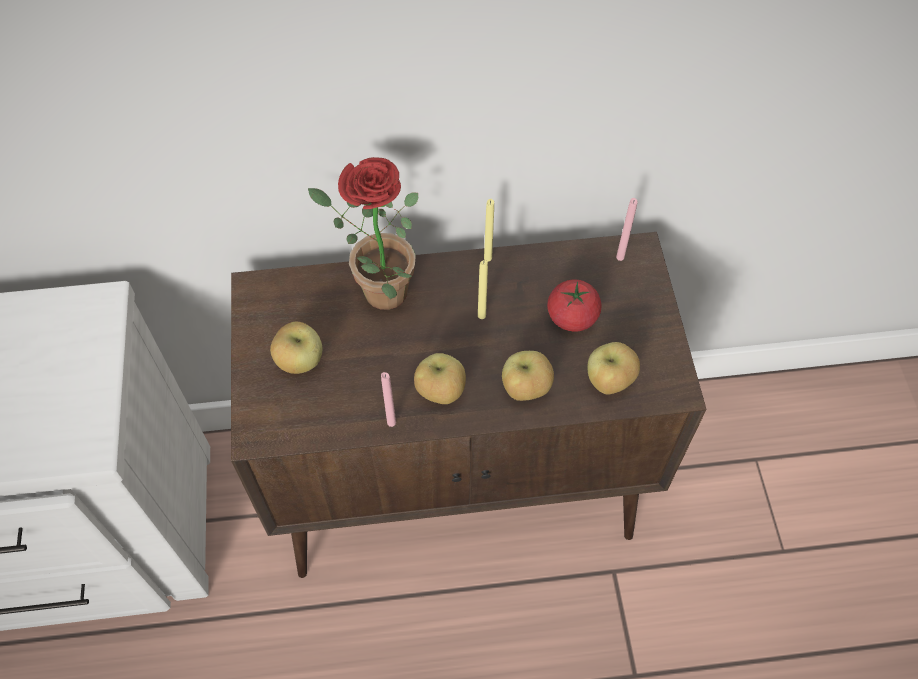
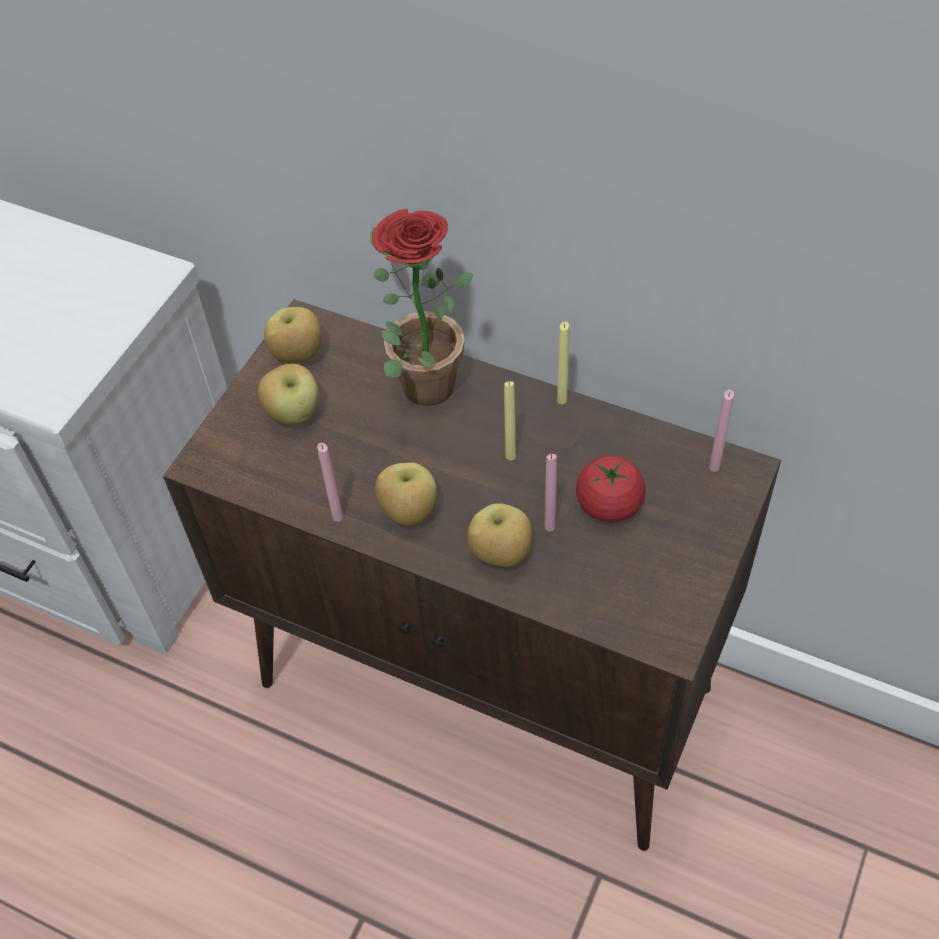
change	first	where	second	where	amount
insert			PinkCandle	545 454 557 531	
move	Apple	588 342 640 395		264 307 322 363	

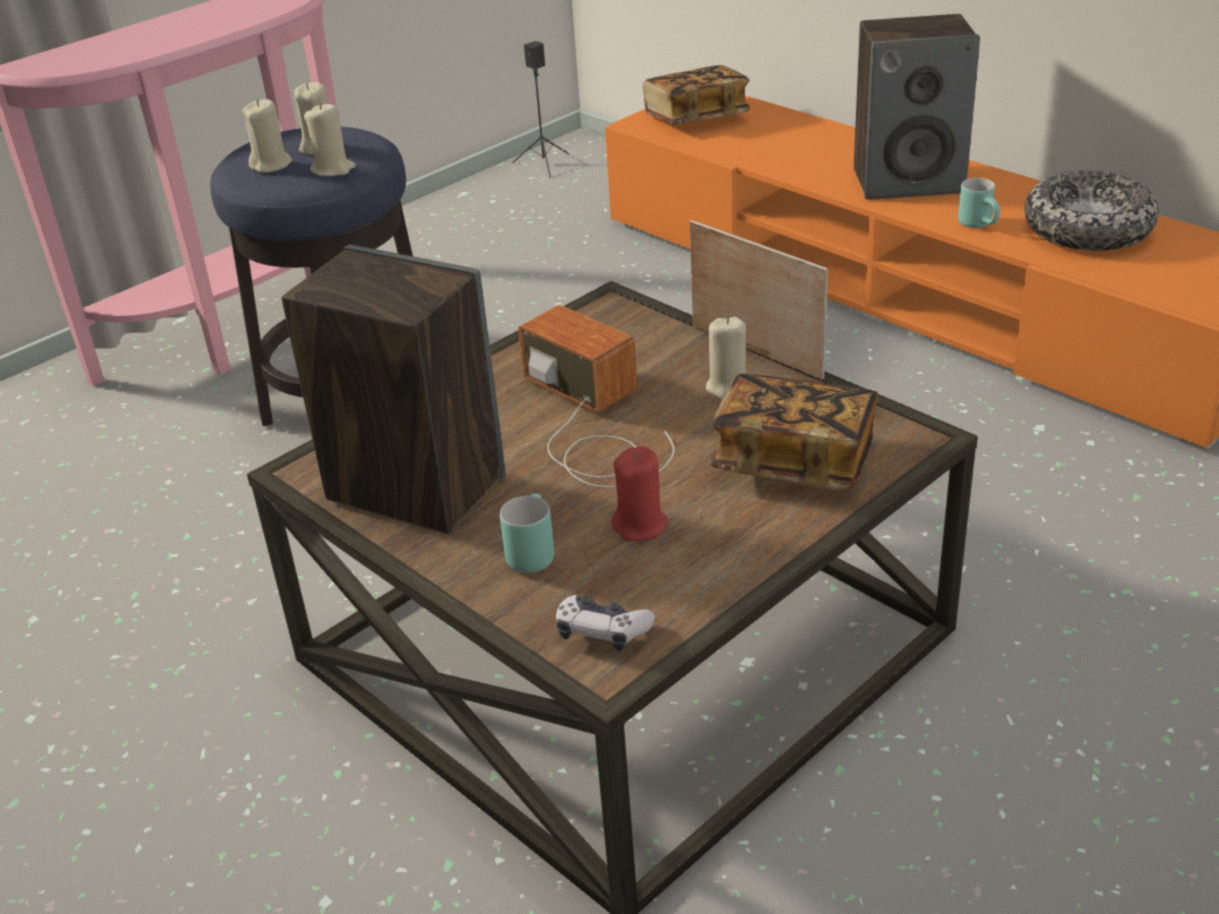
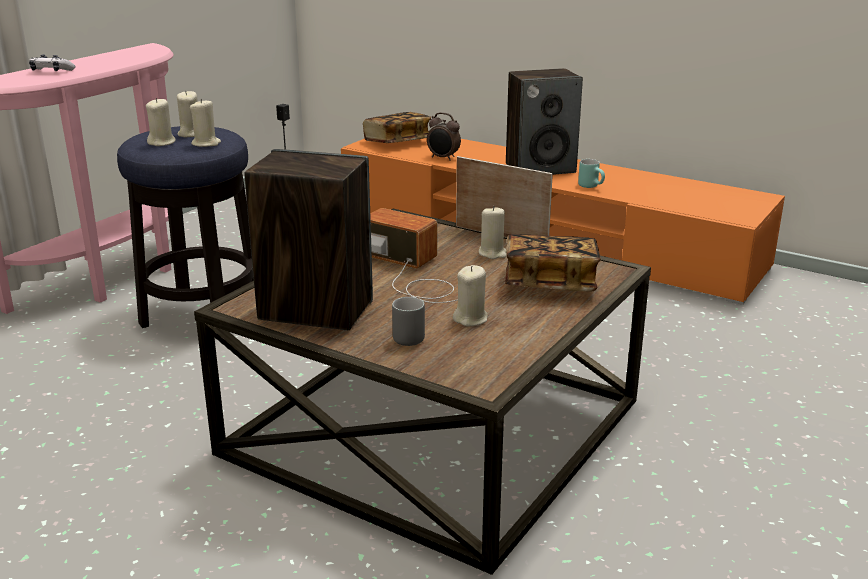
change	first	where	second	where	amount
delete	Bowl	1025 171 1159 251			
insert			AlarmClock	427 112 461 161	
move	GameController	556 595 655 651		29 54 76 71	
recolor	TurquoiseMug	500 493 554 573	GreyMug	392 297 425 346	
recolor	RedCandle	611 446 668 541	BeigeCandle	453 265 488 326	

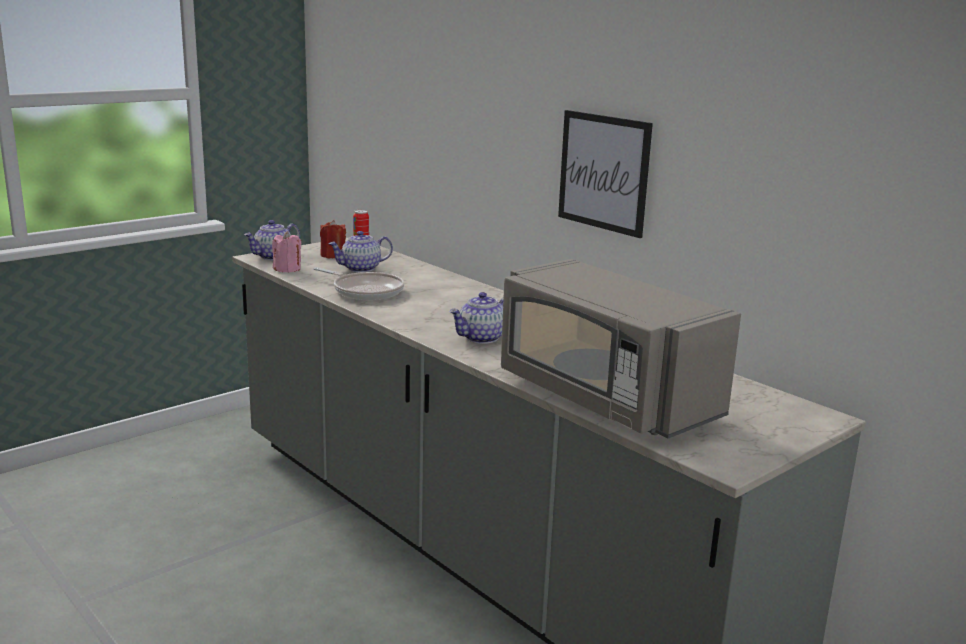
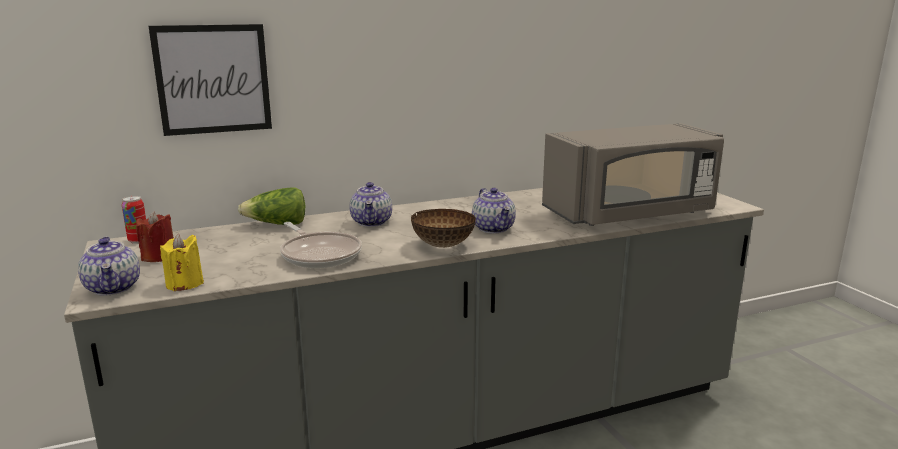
change	first	where	second	where	amount
insert			Lettuce	238 187 305 225	
insert			Bowl	411 209 476 248	
move	Teapot	328 231 393 272		350 182 392 227	
move	Picture	558 110 653 238		149 24 272 136	
recolor	PinkCandle	272 231 301 273	YellowCandle	160 234 204 291	
rotate	FryingPan	313 267 404 300		280 222 362 268	90 degrees clockwise

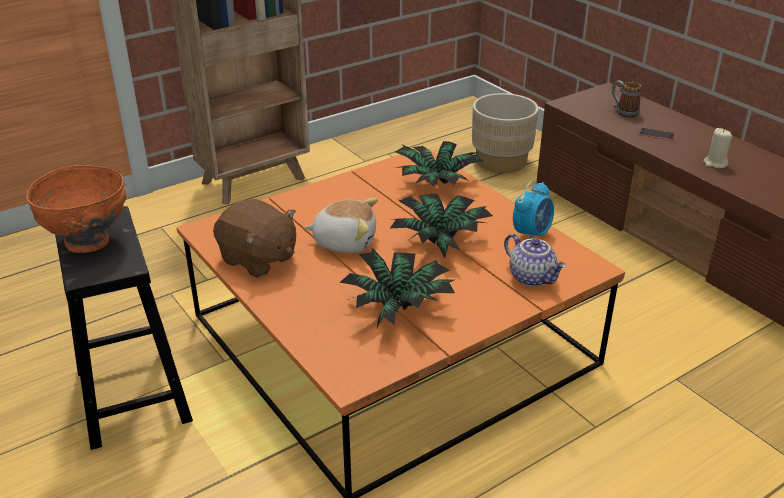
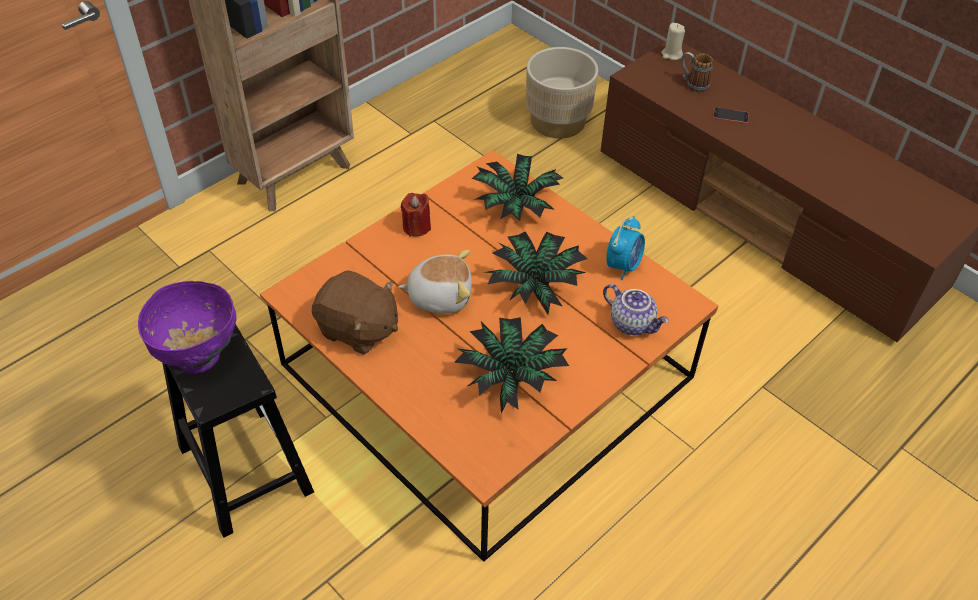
change	first	where	second	where	amount
insert			RedCandle	401 193 431 237	
move	BeigeCandle	704 128 732 168		661 23 685 60	
recolor	OrangeBowl	26 165 126 253	PurpleBowl	138 281 237 374	

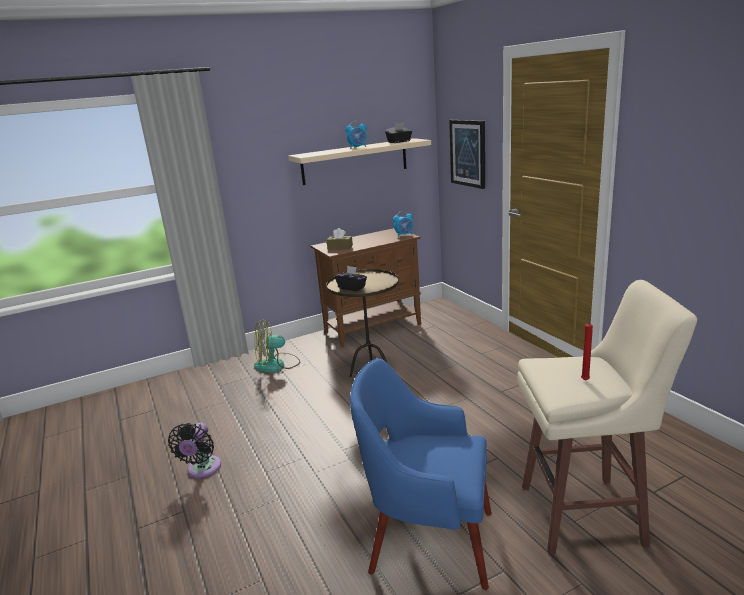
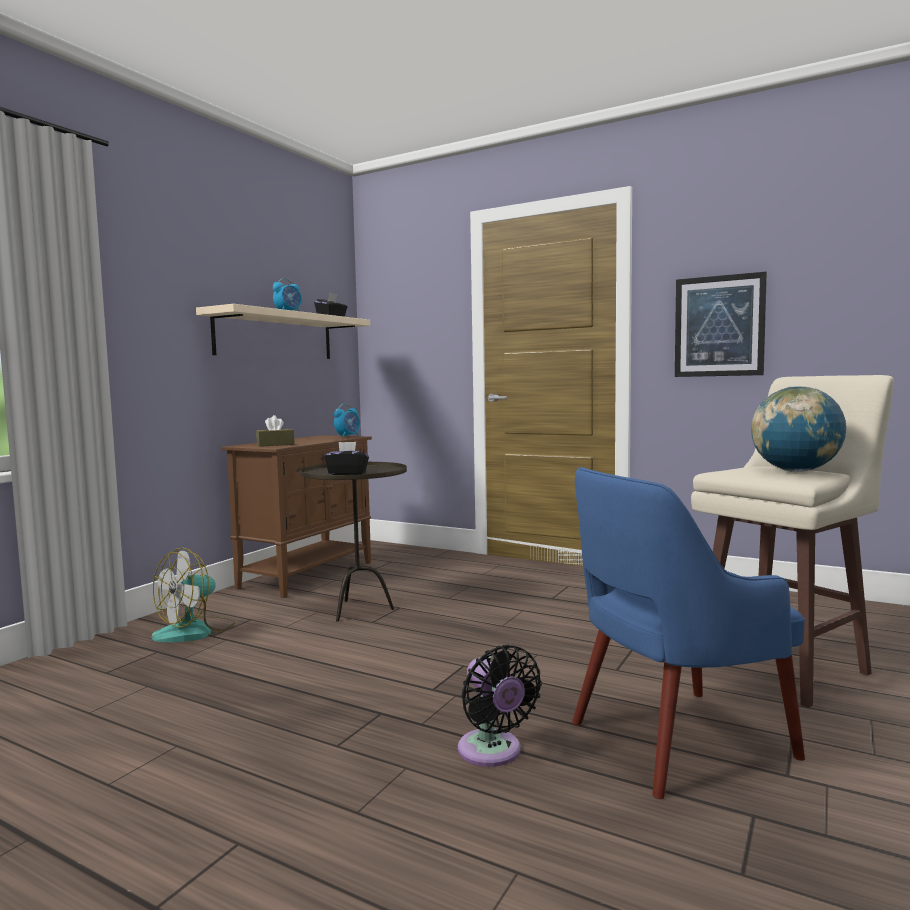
change	first	where	second	where	amount
move	BlackFan	168 422 221 478		458 645 542 767	
move	Picture	449 120 485 189		675 272 767 377	
replace	RedCandle	581 321 593 381	Globe	751 386 846 472	

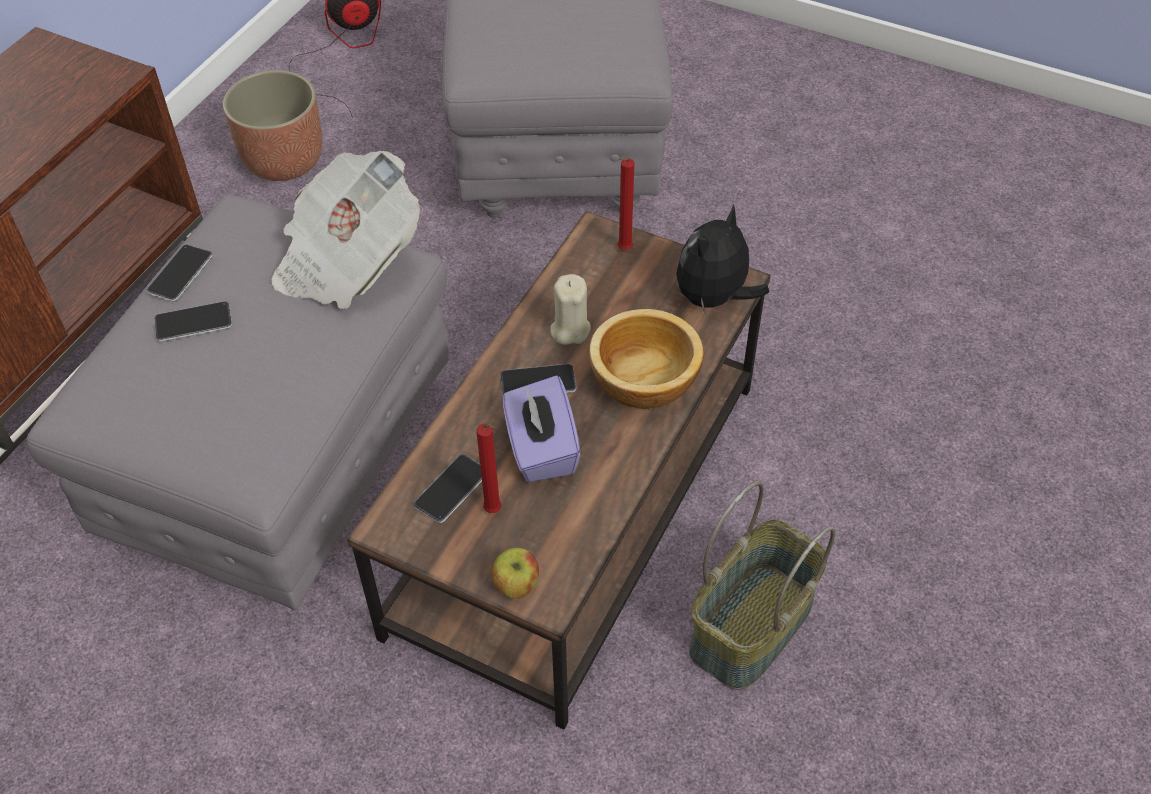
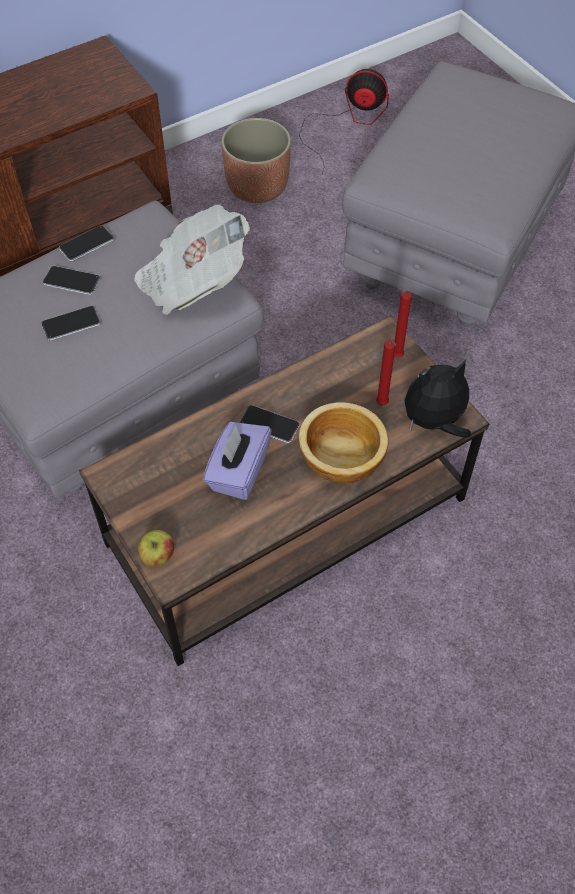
change	first	where	second	where	amount
delete	BeigeCandle	550 274 591 345			
delete	Basket	689 481 835 690			
move	Phone	413 454 482 523		41 306 101 341	
move	RedCandle	476 424 502 513		376 340 396 405	

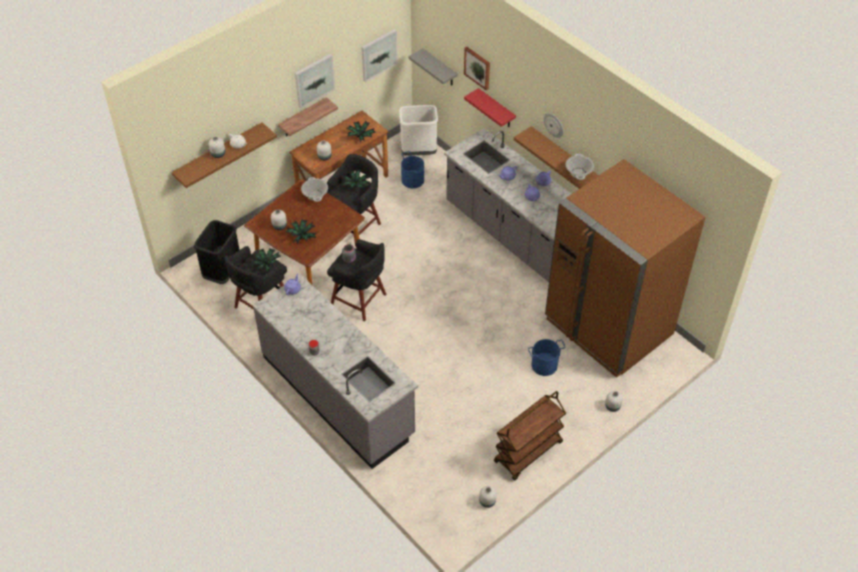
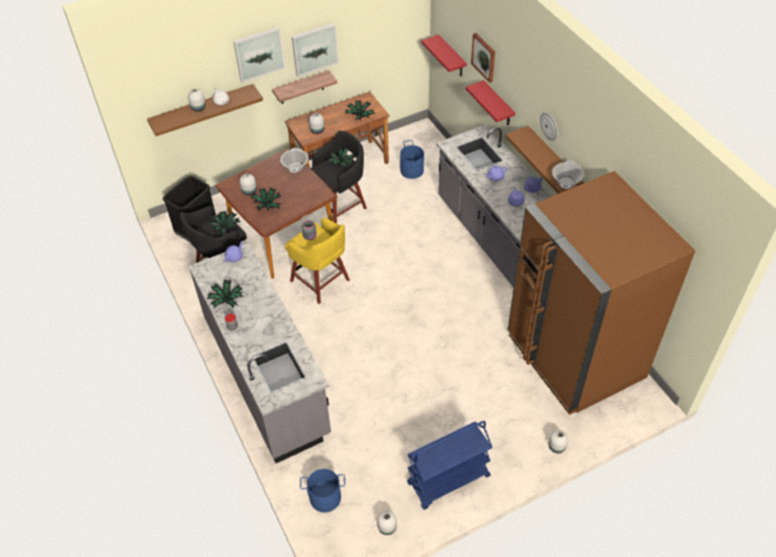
change	first	where	second	where	amount
delete	WhiteTrashCan	399 105 438 156			
insert			PottedPlant	207 280 244 309	
move	Picture	361 29 398 82		233 27 285 82	
move	BlueBucket	528 339 566 376		300 469 345 512	
recolor	BlackStool	327 239 386 322	YellowStool	285 217 350 304	
recolor	GreyShelf	408 48 458 85	RedShelf	422 35 467 77	
recolor	BrownCart	494 391 566 481	BlueCart	407 421 492 510	

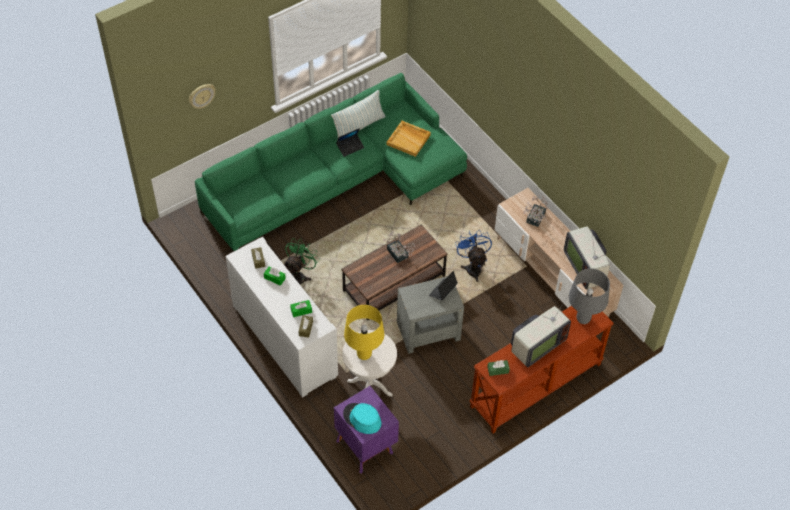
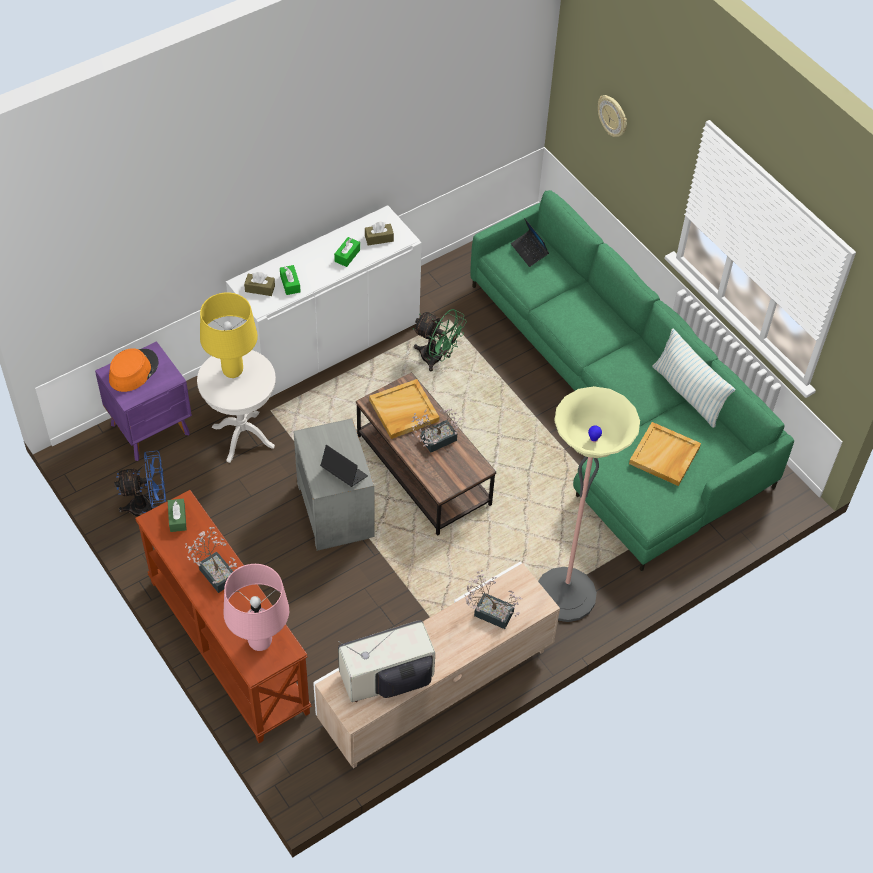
change	first	where	second	where	amount
insert			BeigeTray	369 379 440 439	
insert			FloorLamp	538 386 640 622	
move	Laptop	336 128 364 157		511 218 549 267	
move	BlueFan	456 231 492 282		114 451 166 517	
replace	Television	511 296 571 367	PottedPlant	184 527 239 593	
recolor	TurquoiseHat	343 403 381 434	OrangeHat	109 348 158 392	
recolor	GreyTableLamp	569 268 610 324	PinkTableLamp	224 564 289 651	

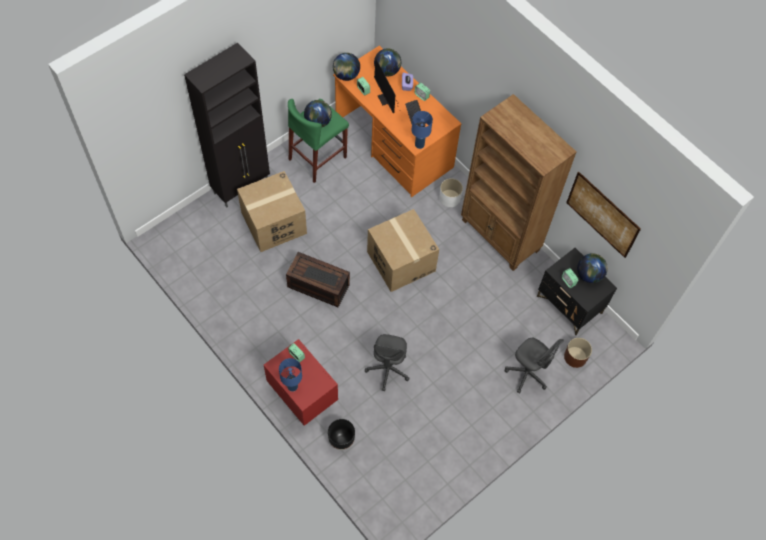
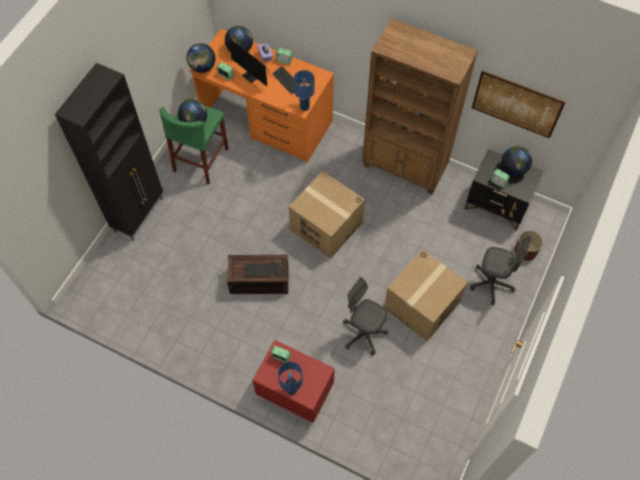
change	first	where	second	where	amount
delete	BlackPlanter	328 419 355 450			
delete	WhitePlanter	439 178 463 207			
move	CardboardBox	237 171 307 252		384 249 468 341	
rotate	GreyOfficeChair	365 334 410 391		343 277 389 355	135 degrees clockwise

